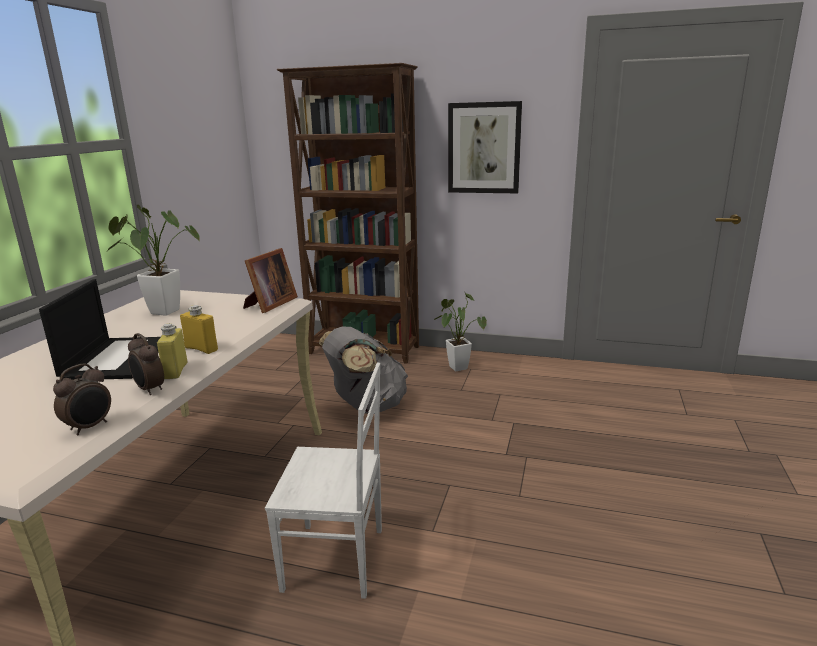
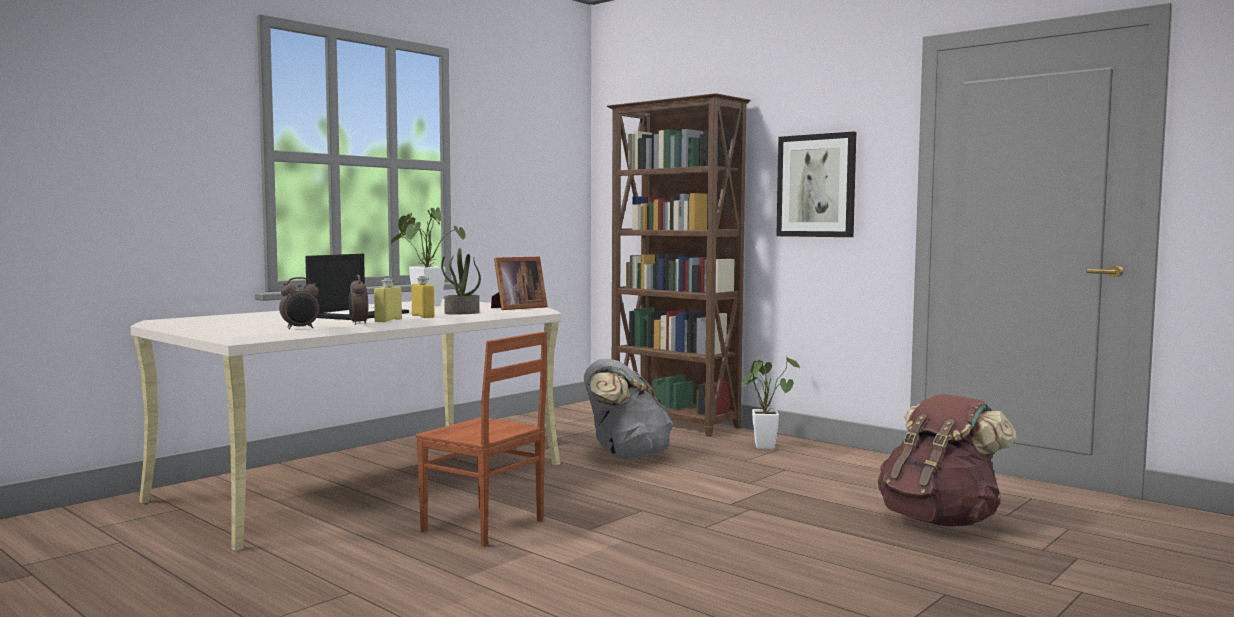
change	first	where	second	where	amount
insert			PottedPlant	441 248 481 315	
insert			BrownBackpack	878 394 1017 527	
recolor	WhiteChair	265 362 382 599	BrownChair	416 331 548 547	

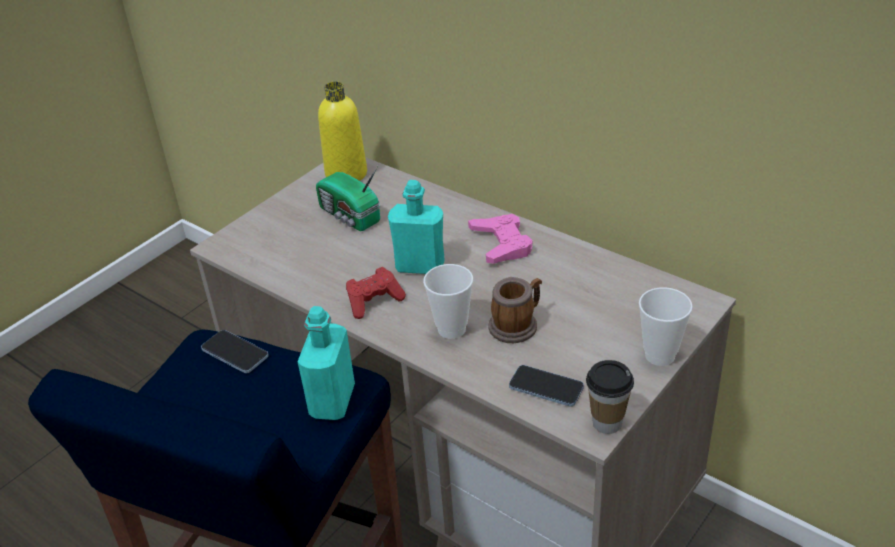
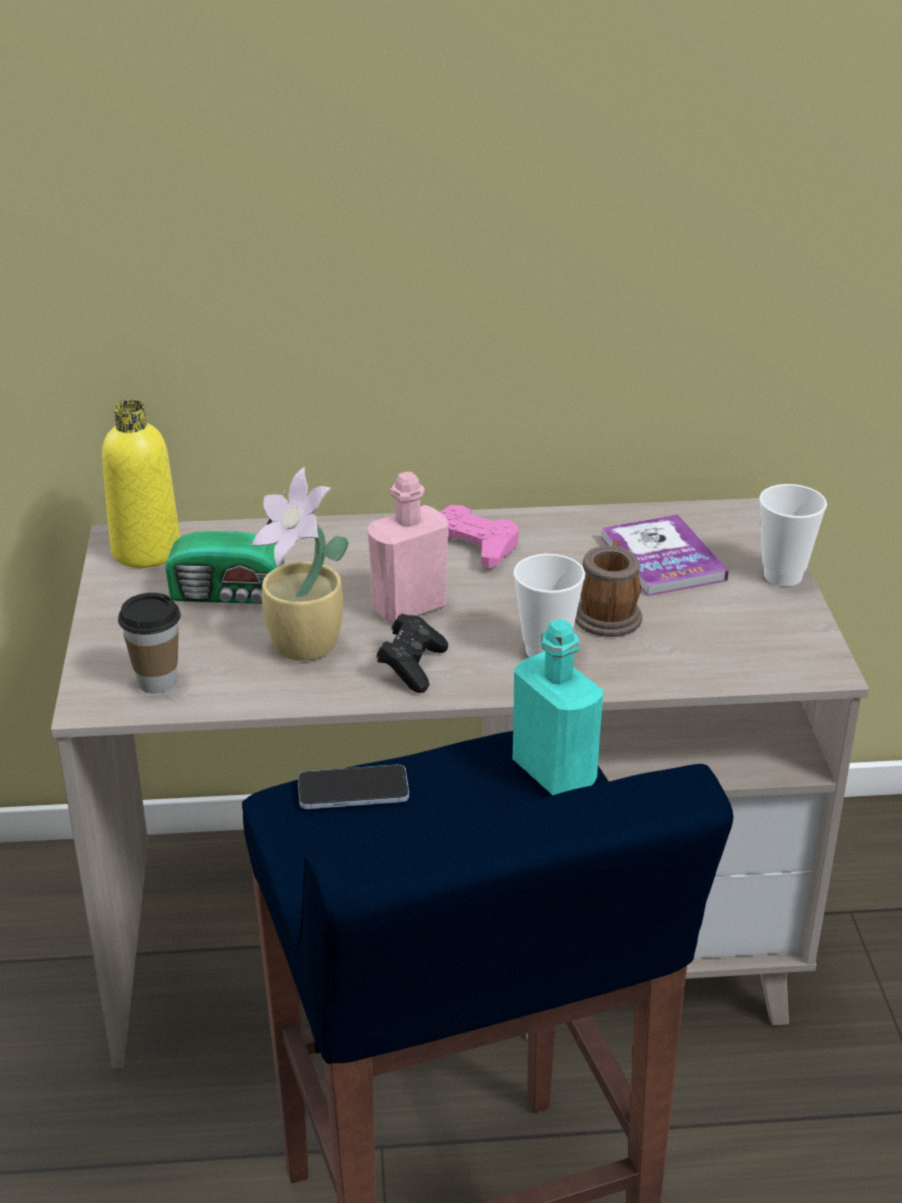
change	first	where	second	where	amount
delete	Phone	509 365 584 407			
insert			PottedPlant	252 467 349 661	
insert			Book	601 514 728 596	
move	Cup	586 360 634 434		118 593 181 693	
recolor	RedGameController	346 267 406 319	BlackGameController	376 614 448 693	
recolor	TurquoiseBottle	388 180 445 274	PinkBottle	367 472 448 624	

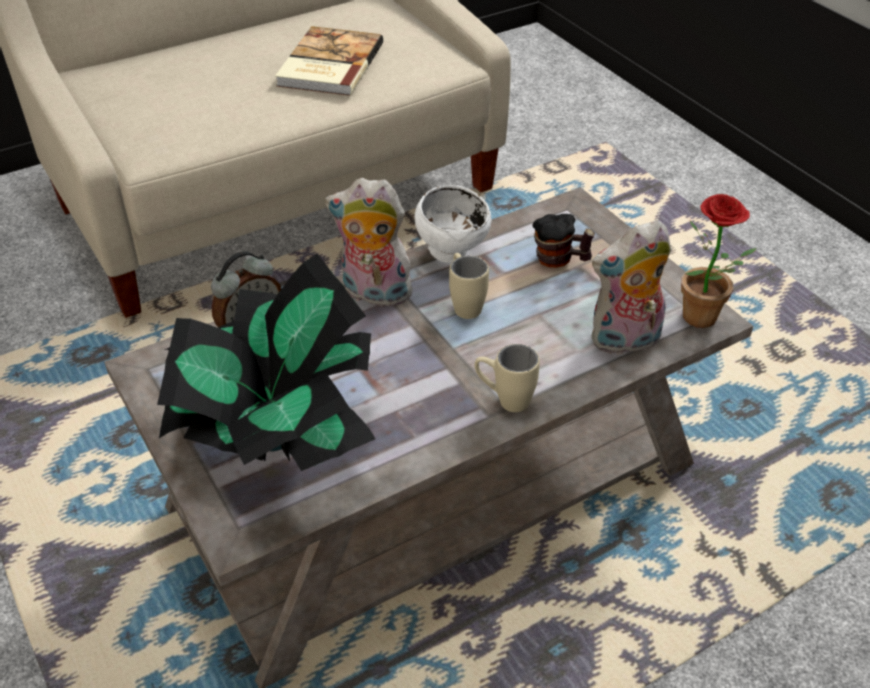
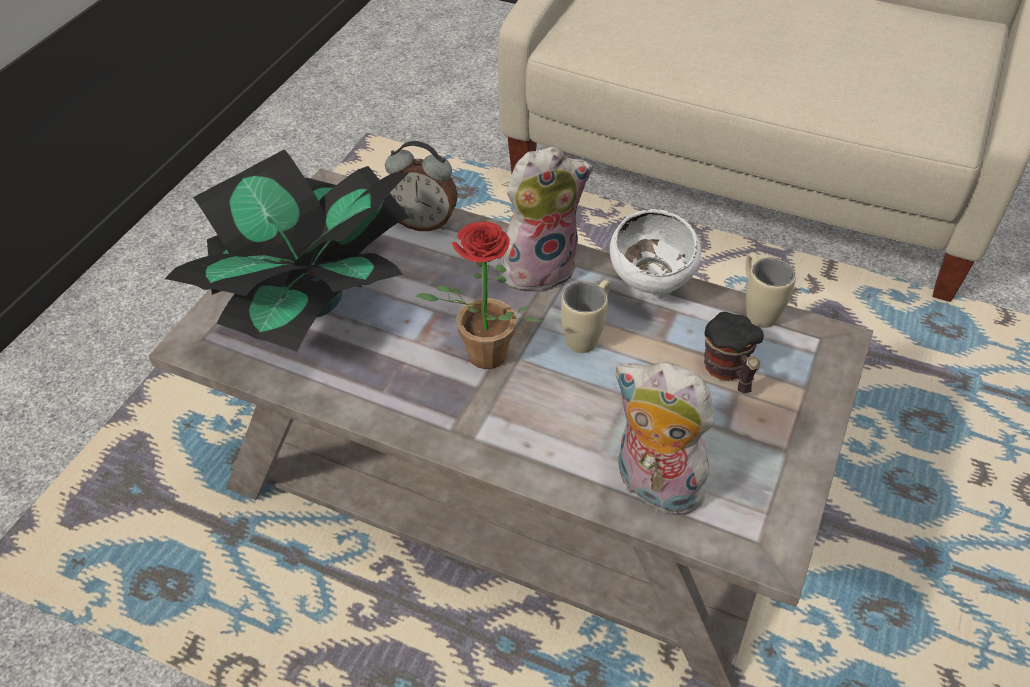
change	first	where	second	where	amount
delete	Book	275 26 383 96			
move	BeigeMug	474 344 540 412		746 253 796 328	
move	PottedPlant	681 194 756 328		416 221 543 369	
rotate	PlushToy	325 178 417 306		503 147 593 296	90 degrees clockwise

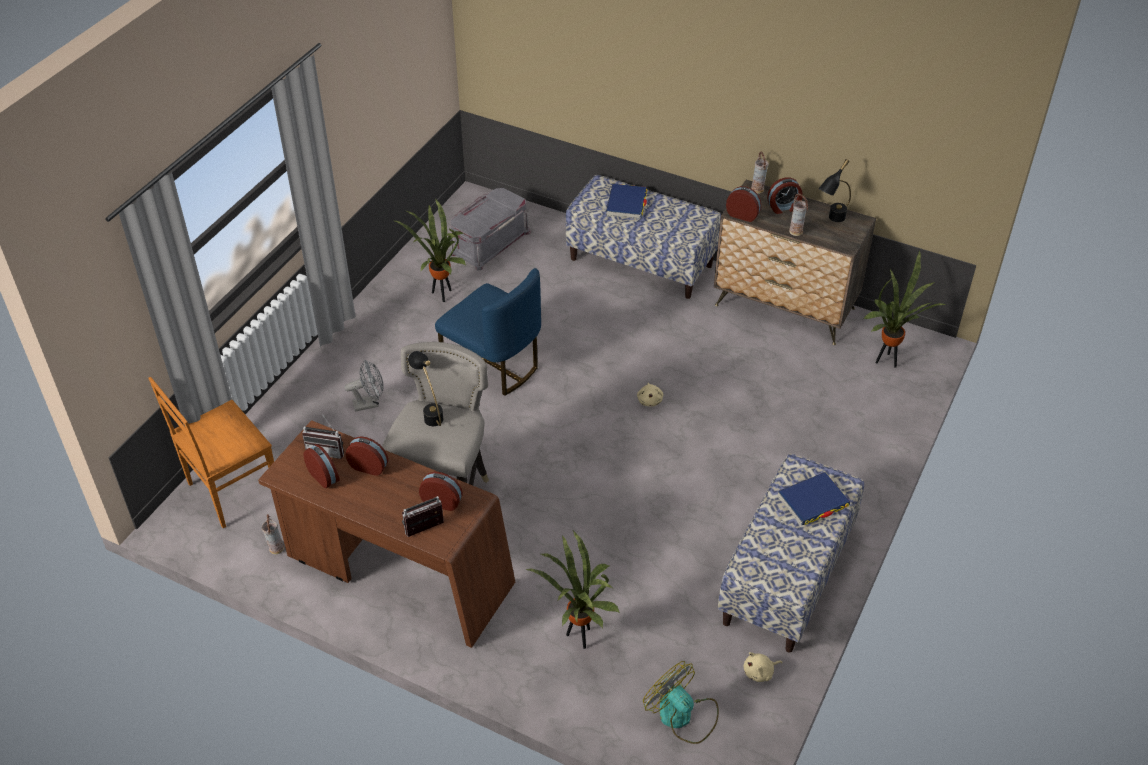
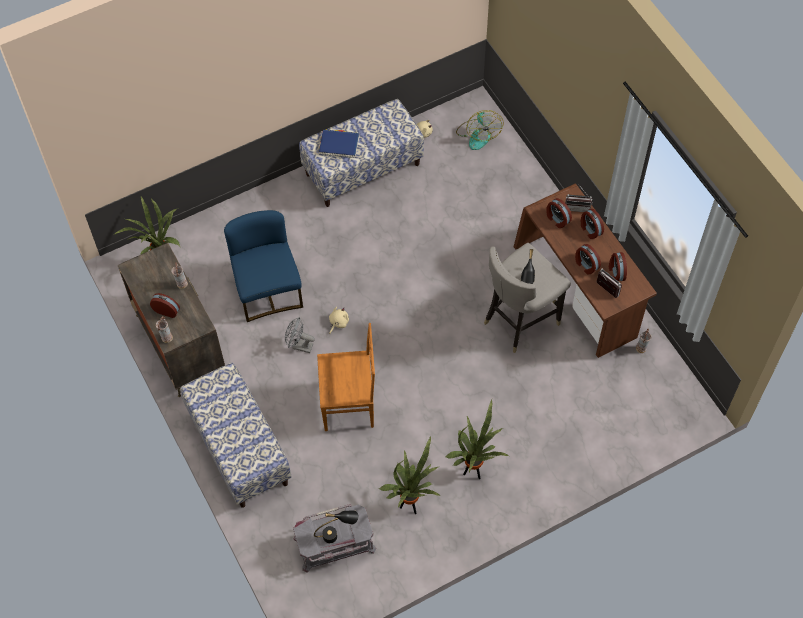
change	first	where	second	where	amount
delete	BlueBook	606 184 648 219			
move	BrownChair	148 377 274 528		317 323 375 431	
move	GreyFan	344 360 384 412		285 317 315 353	
move	BlueChair	435 268 541 396		224 210 303 322	
move	PottedPlant	525 531 620 649		445 399 509 479	
move	AlarmClock	726 186 761 222		581 209 604 239	
move	BlackTableLamp	818 159 851 222		314 510 359 543	

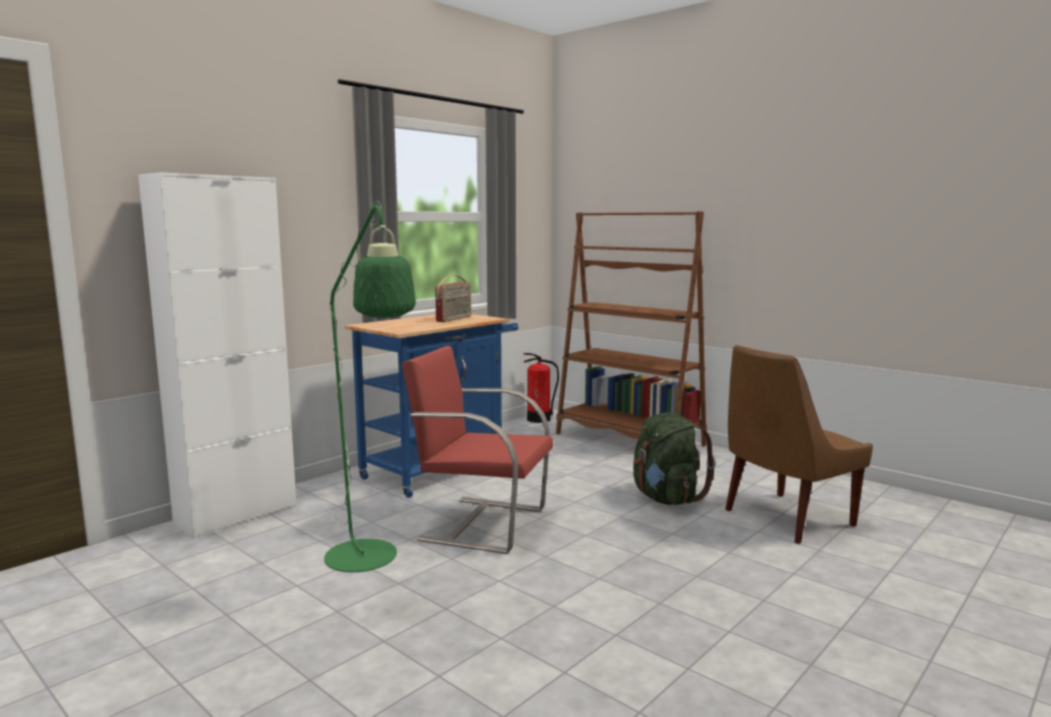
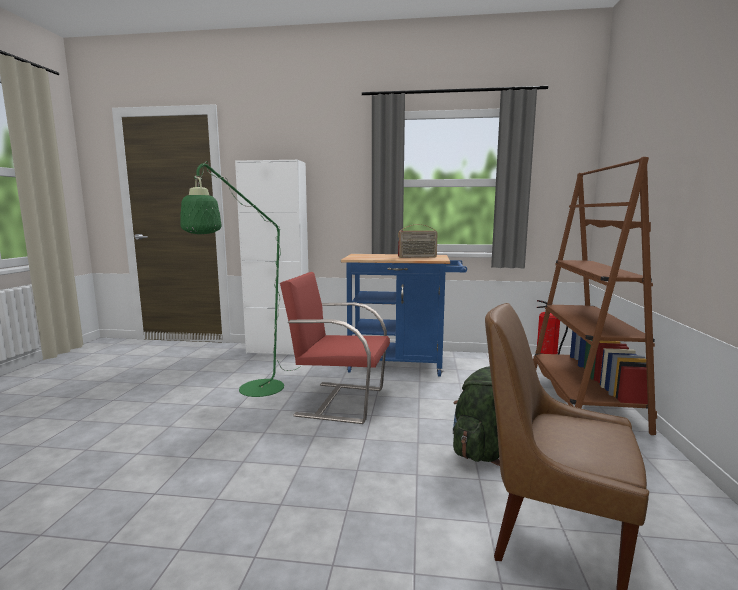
change	first	where	second	where	amount
rotate	RedChair	401 346 553 554		280 272 390 424	60 degrees counterclockwise

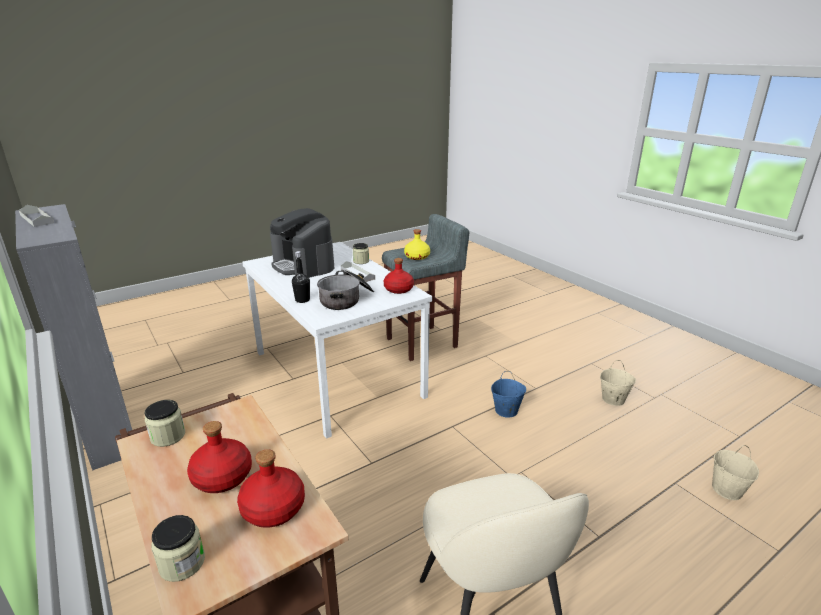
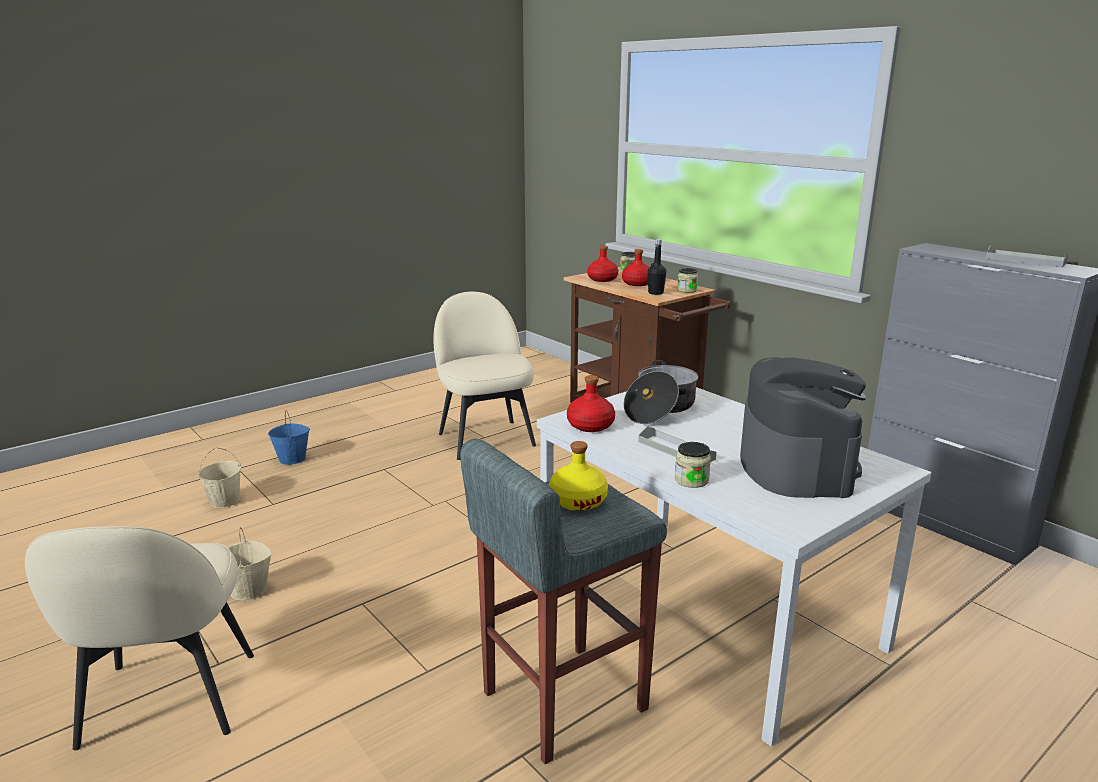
change	first	where	second	where	amount
insert			BeigeChair	25 526 254 751	
move	BlackBottle	292 251 310 303		648 239 666 295	
move	BlueBucket	491 371 526 418		268 410 310 465	
rotate	CoffeeMachine	270 208 334 278		740 357 866 498	45 degrees clockwise

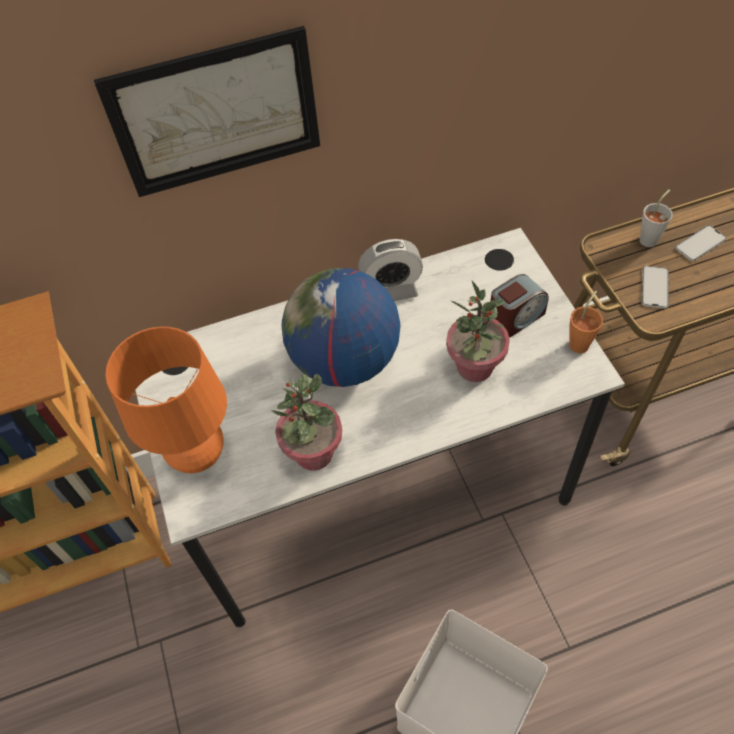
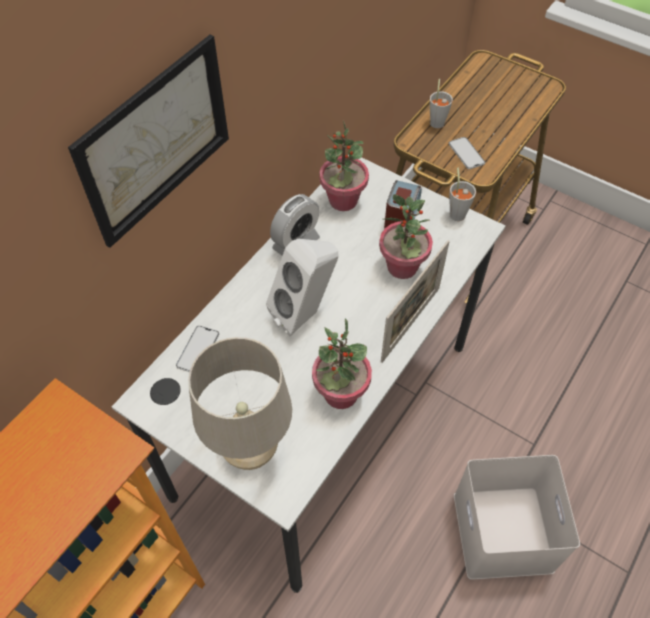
change	first	where	second	where	amount
insert			PottedPlant	319 120 369 211	
insert			PictureFrame	381 240 450 363	
move	Phone	675 225 727 261		176 326 219 372	
replace	Globe	281 268 400 387	WhiteSpeaker	266 239 339 336	
recolor	OrangeTableLamp	106 327 227 473	BeigeTableLamp	188 337 292 470	
recolor	OrangeCup	569 291 603 353	GreyCup	450 167 476 221	

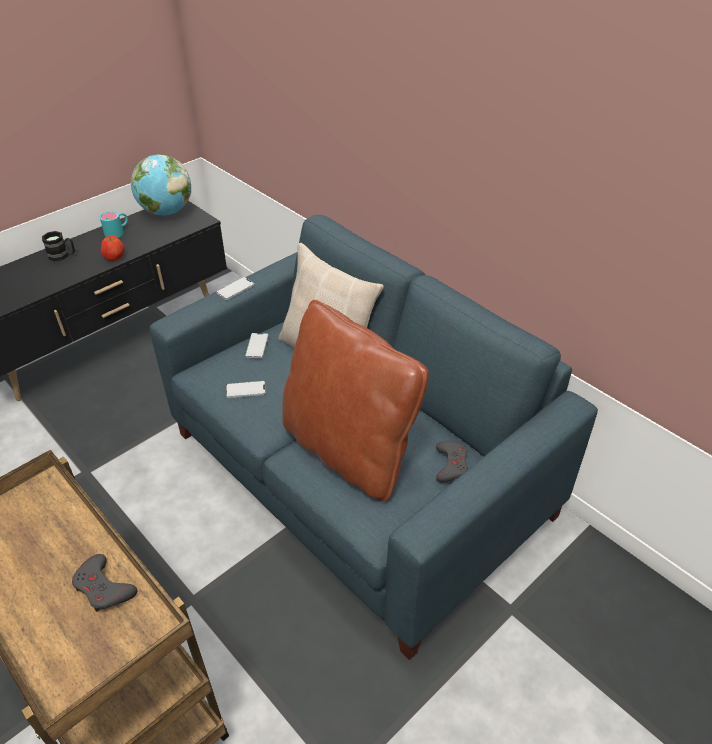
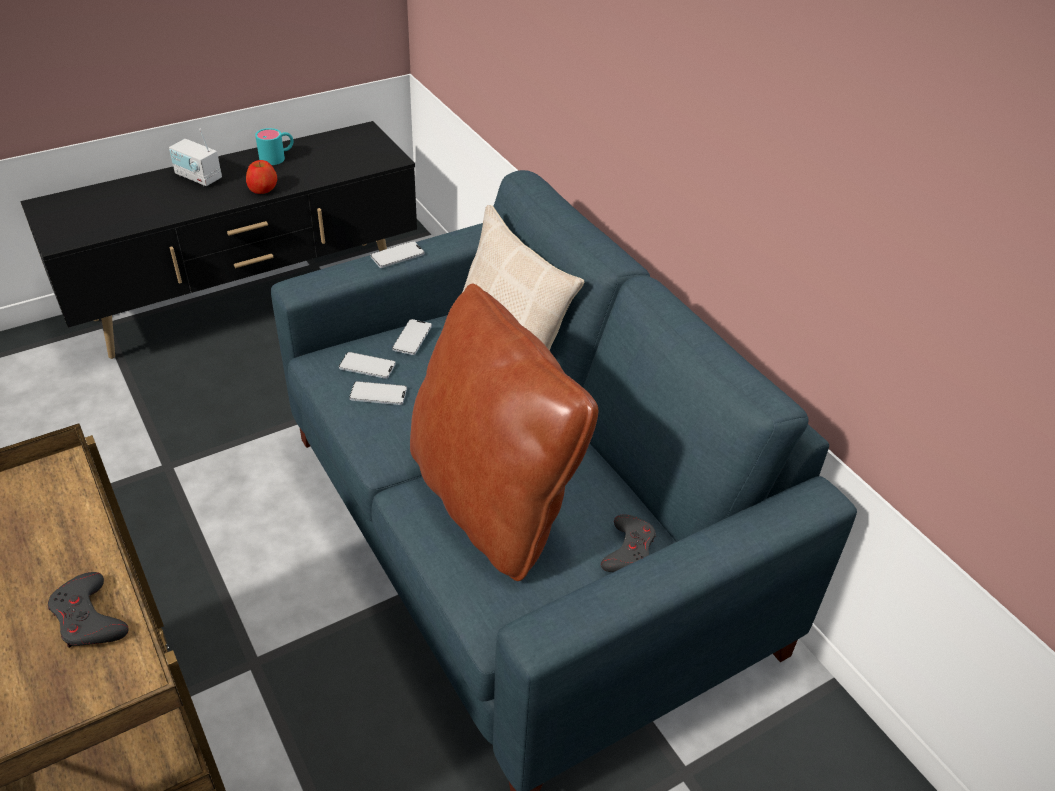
change	first	where	second	where	amount
delete	Globe	131 155 191 215			
insert			Phone	339 352 396 379	
replace	BlackMug	42 231 75 261	Radio	169 128 222 186	

